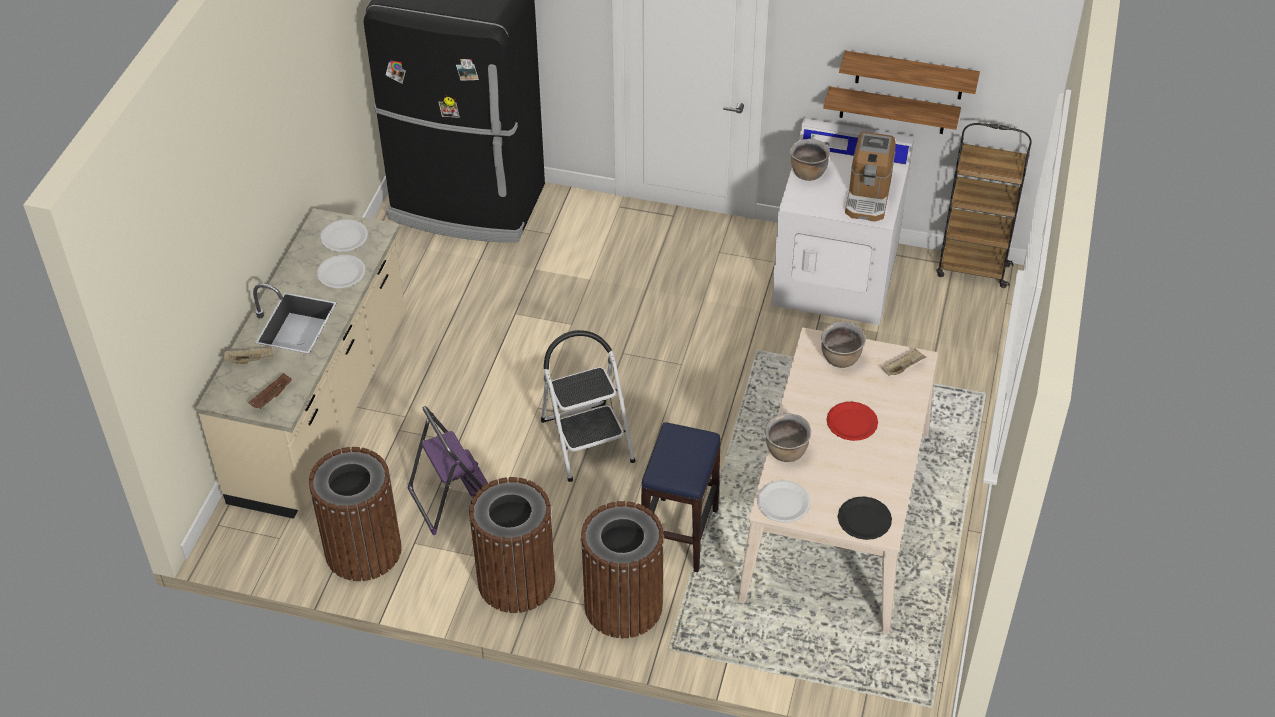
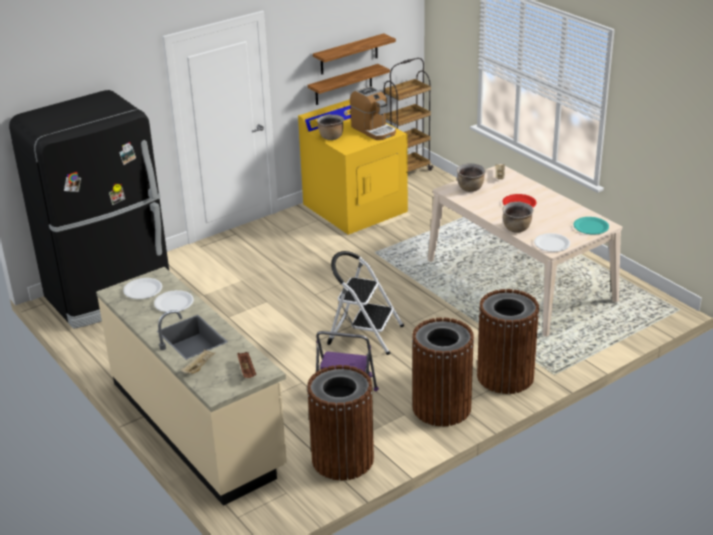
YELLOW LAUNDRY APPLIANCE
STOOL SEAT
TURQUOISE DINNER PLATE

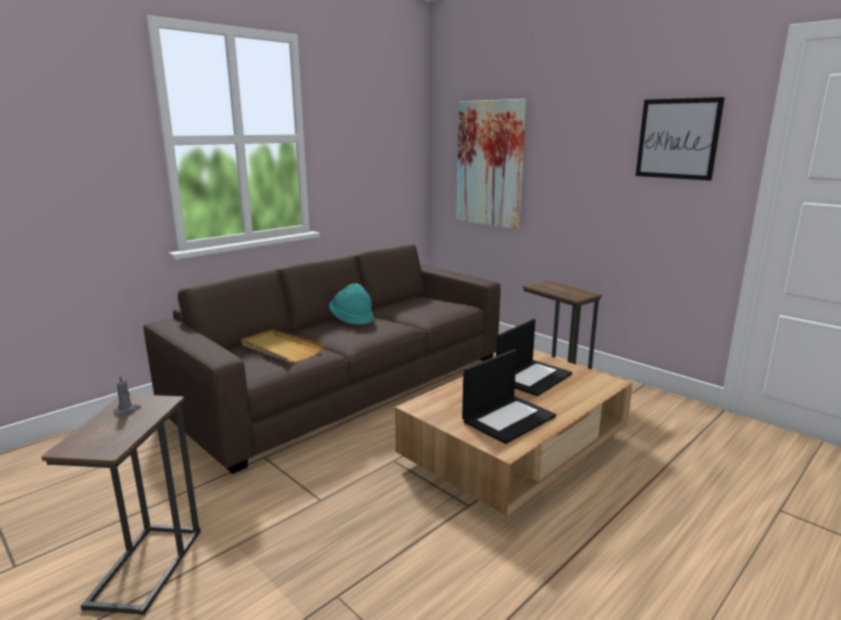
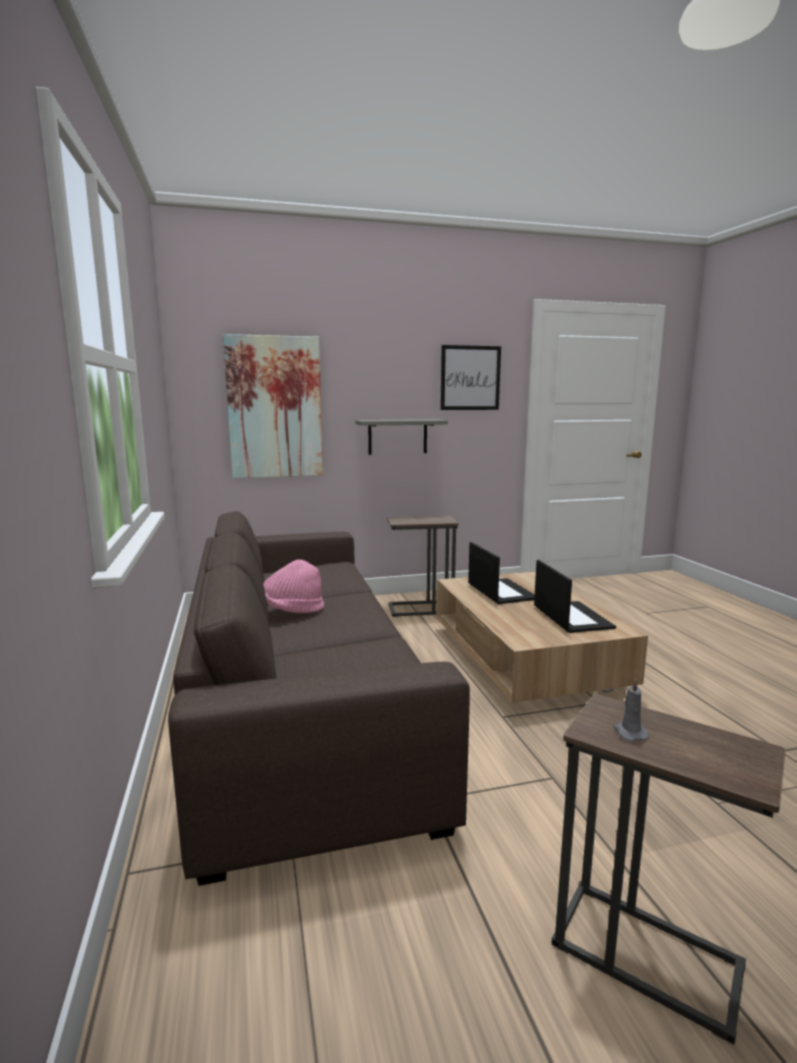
PINK-COLOURED CLOTHING HAT
BEIGE SERVING TRAY
GREYISH WALL SHELF

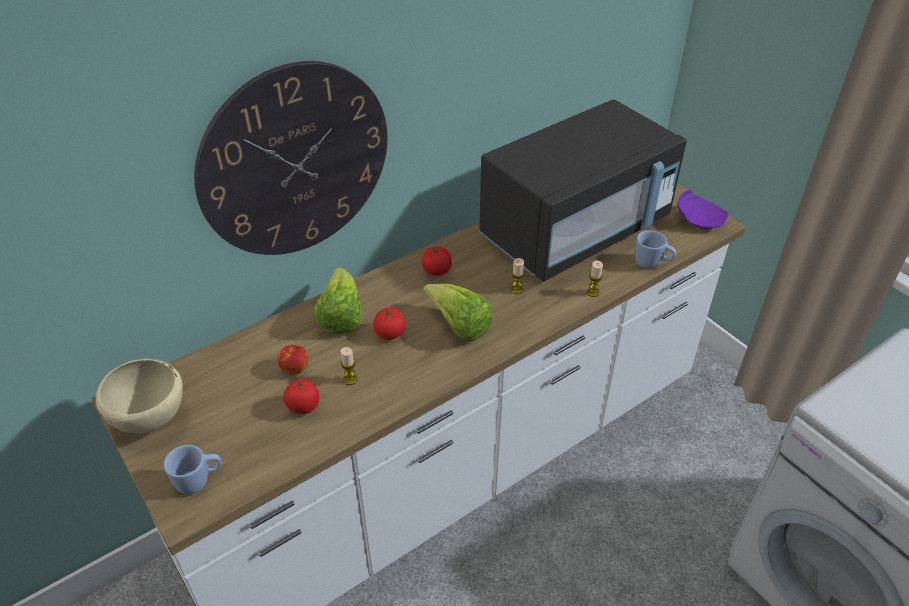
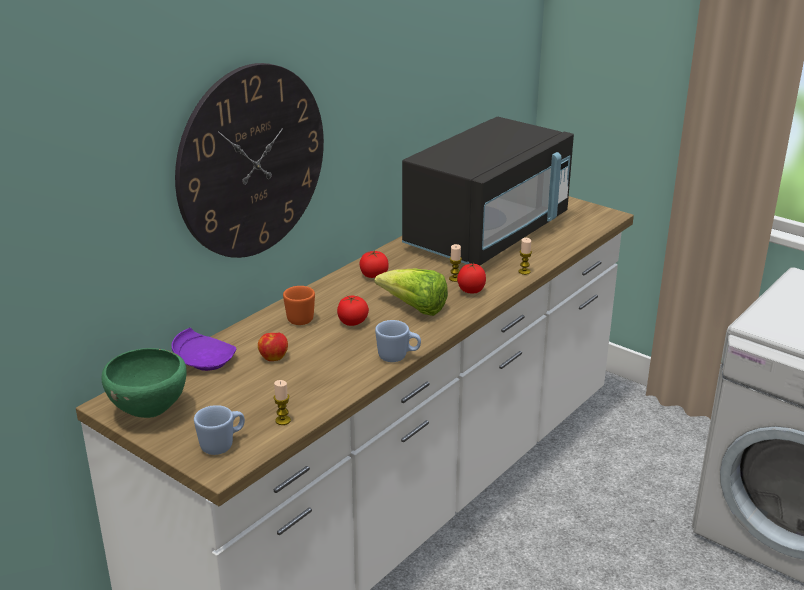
PURPLE DINNER PLATE
BLUISH COFFEE MUG (no. 2 from left)
ORANGE COFFEE MUG
WAX LIGHT (no. 1 from left)
GREEN-COLOURED SERVING BOWL
FRESH TOMATO (no. 3 from left)

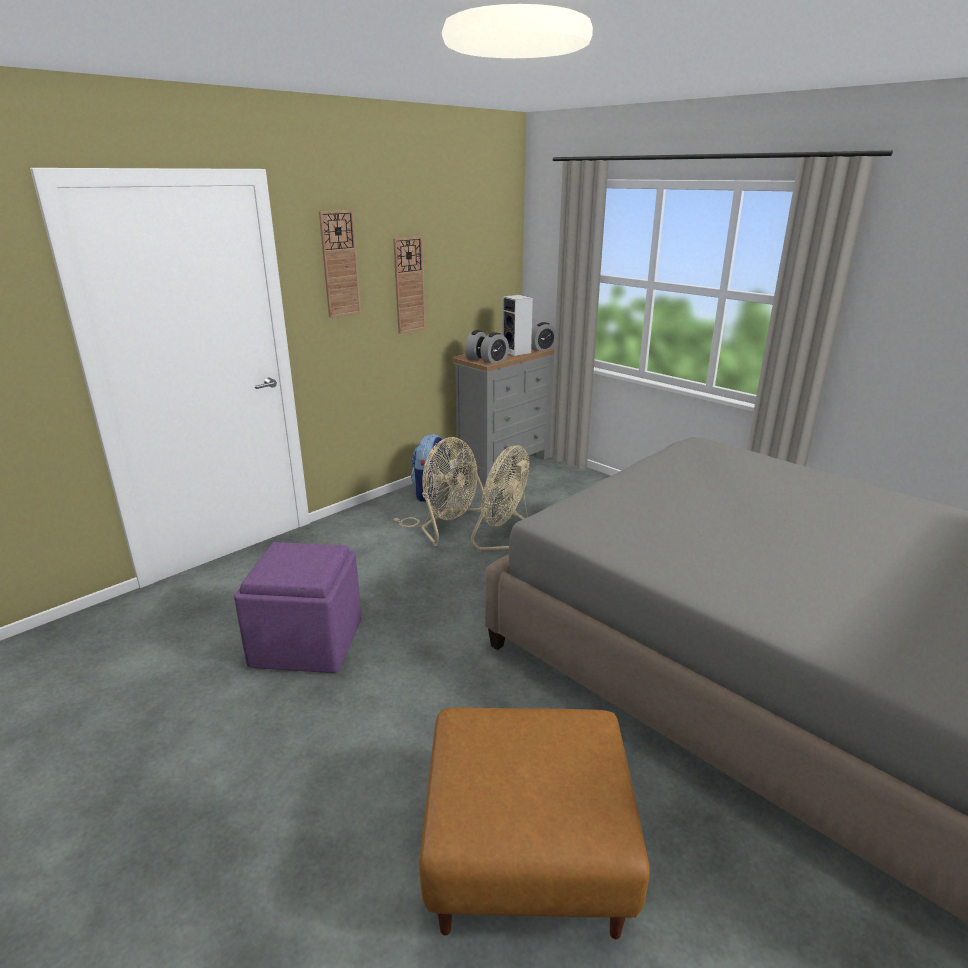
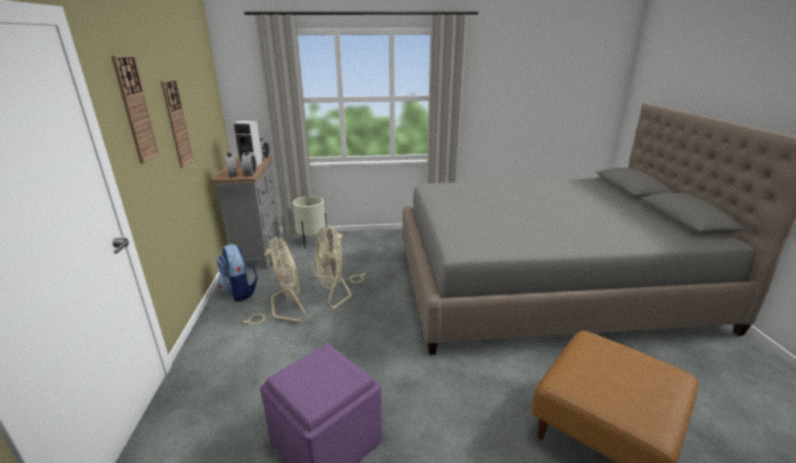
BEIGE PLANTER

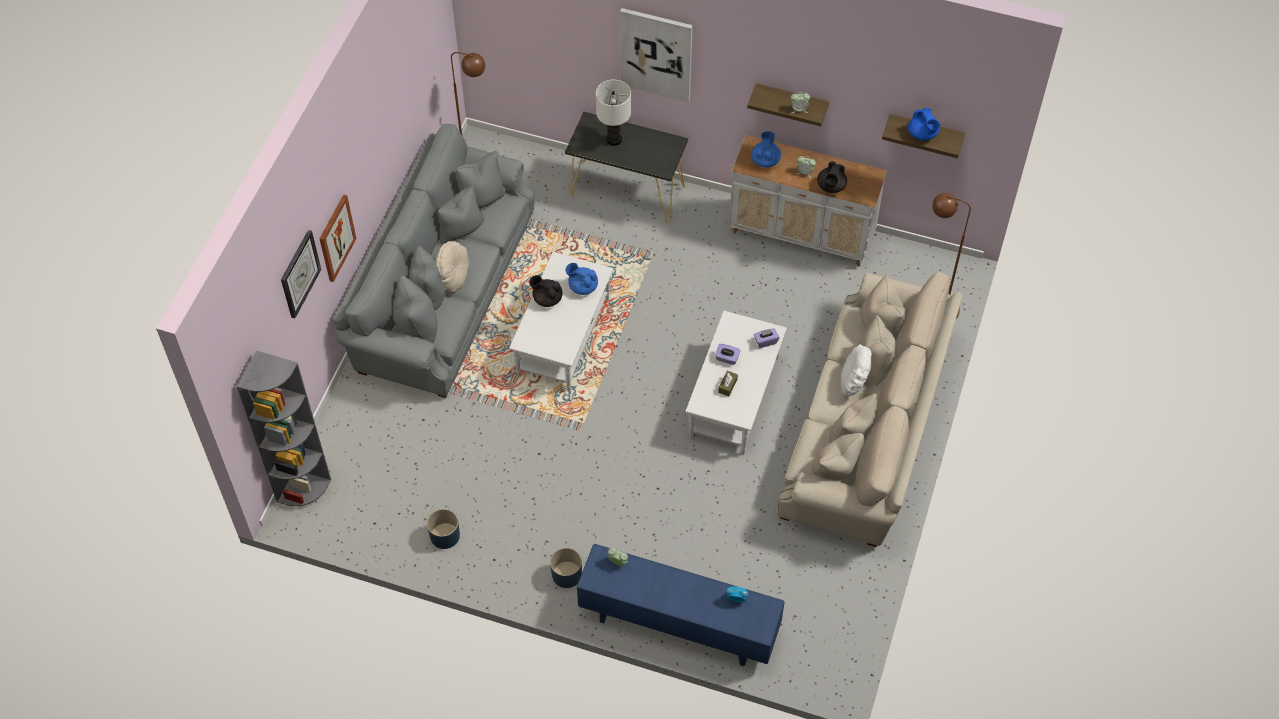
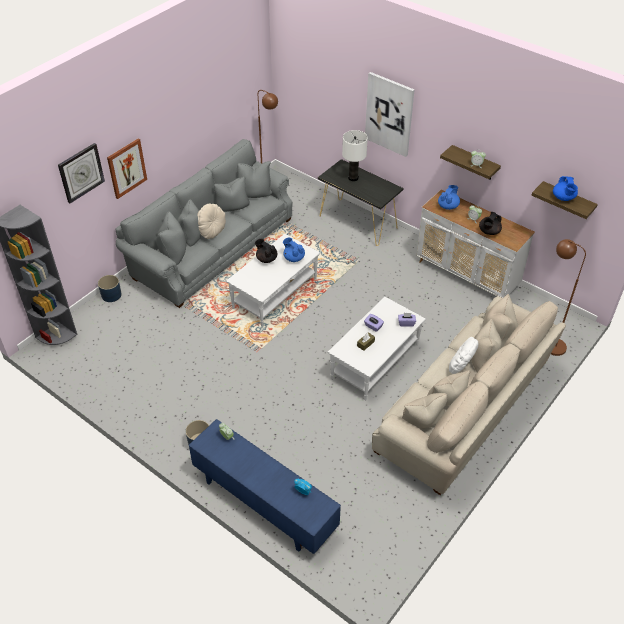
BLUISH PLANTER (no. 1 from left)

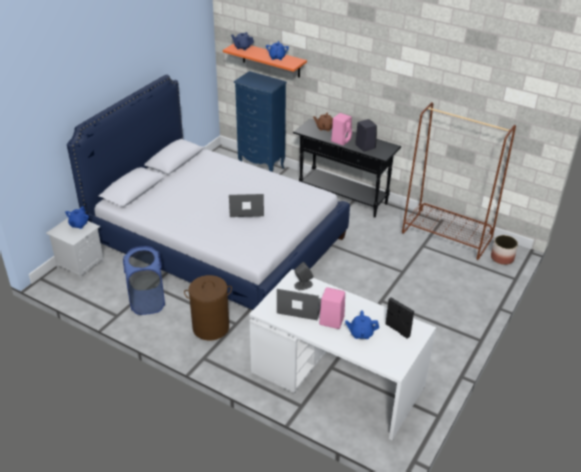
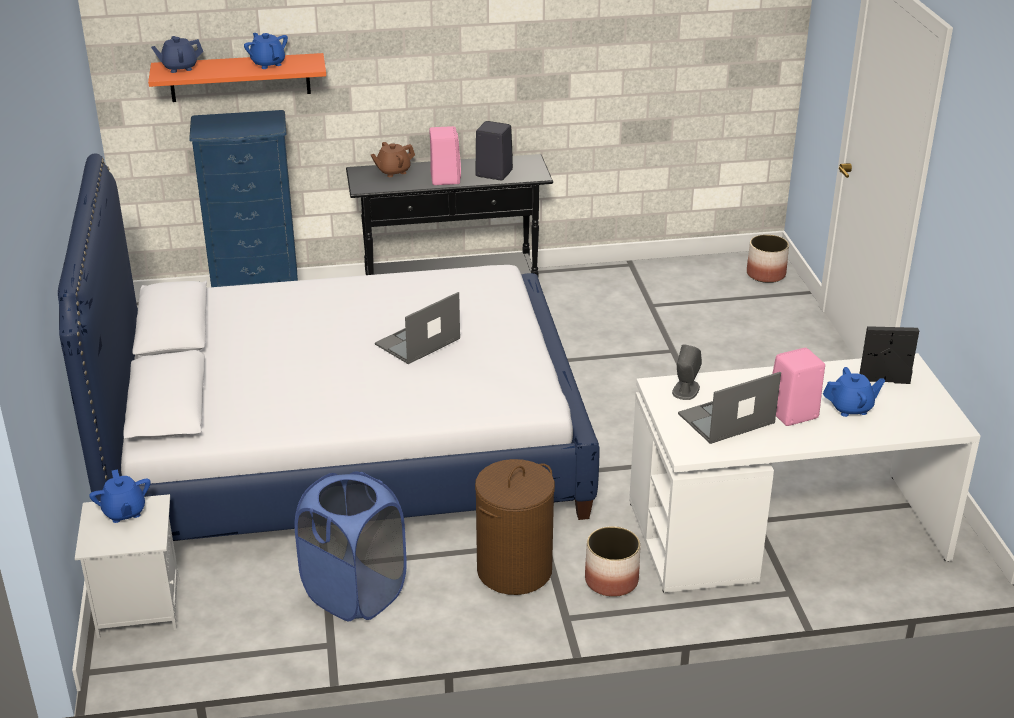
BROWNISH GARMENT STAND
BLUISH POT FOR TEA (no. 4 from left)
PLANTER (no. 1 from left)

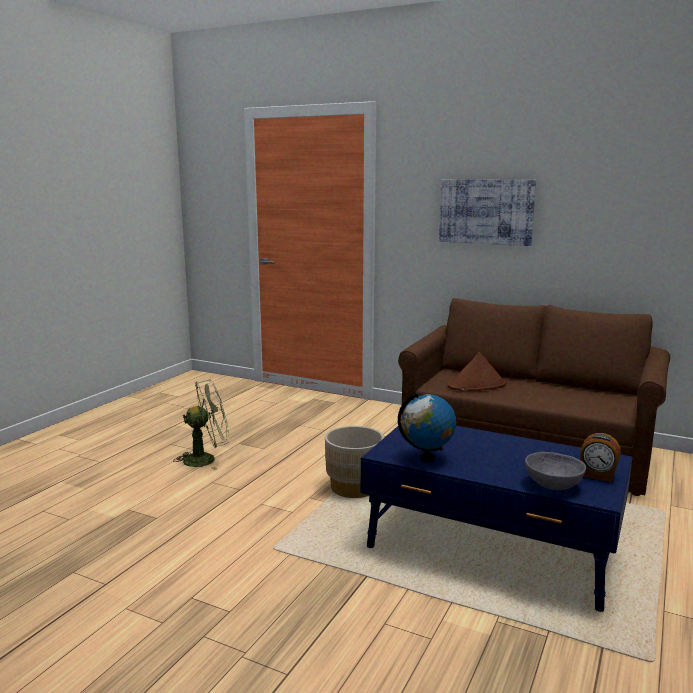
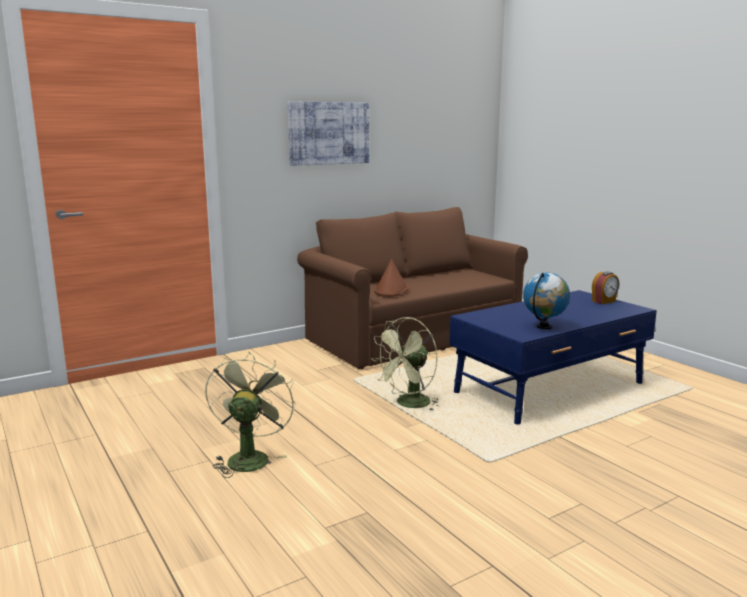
GREEN-COLOURED ELECTRIC FAN (no. 2 from left)
GREYISH SERVING BOWL

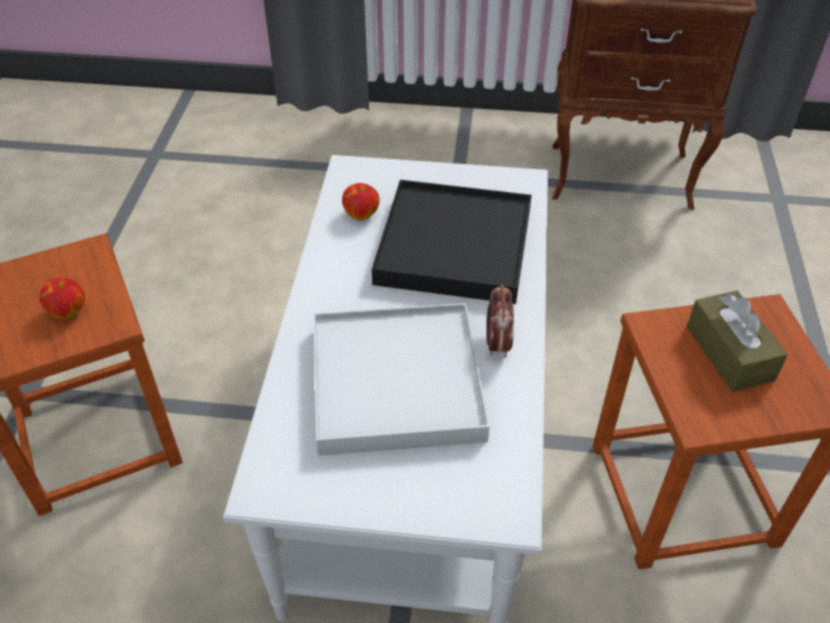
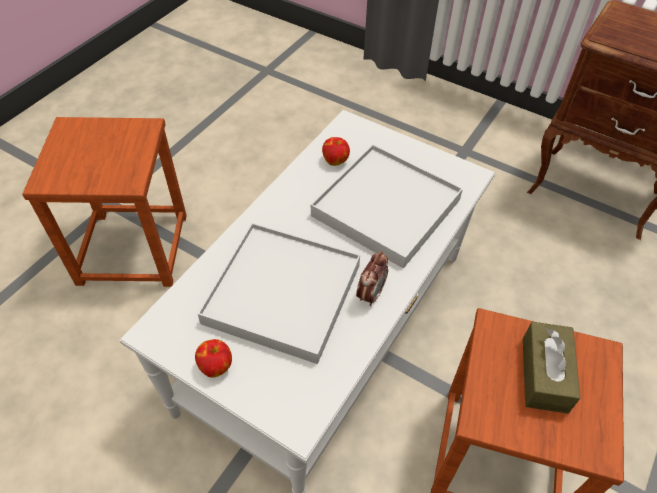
WHITISH SERVING TRAY (no. 2 from left)
APPLE FRUIT (no. 1 from left)

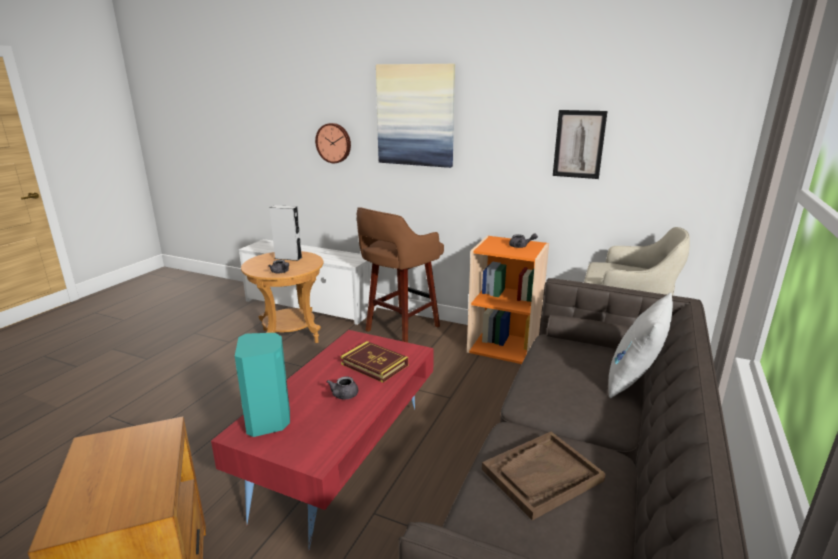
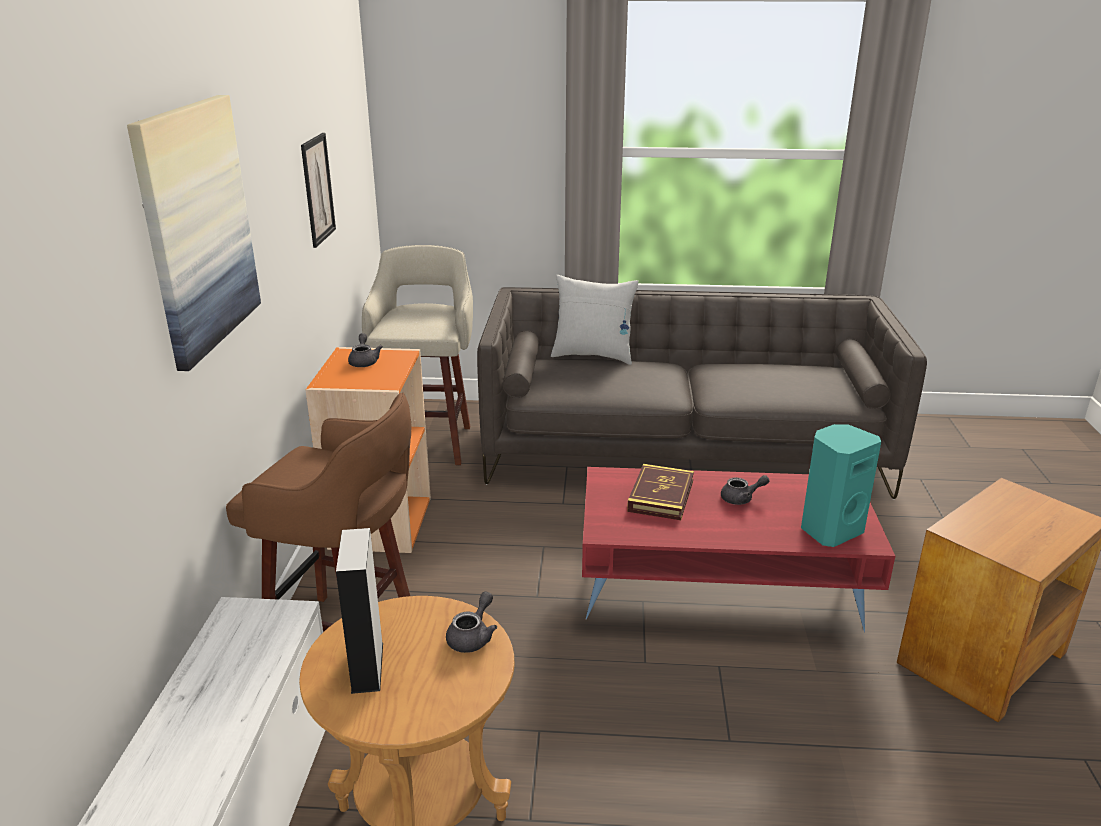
WALL CLOCK
BROWNISH SERVING TRAY

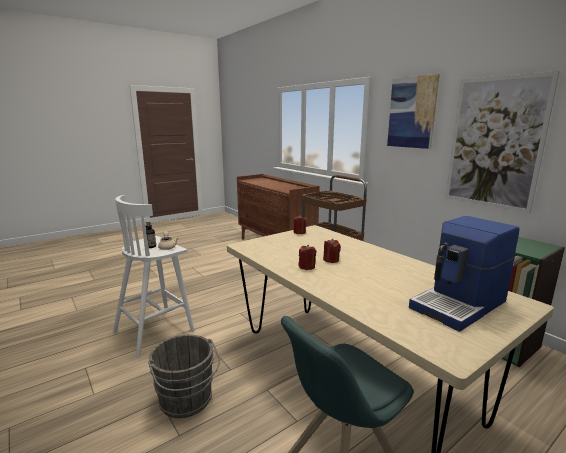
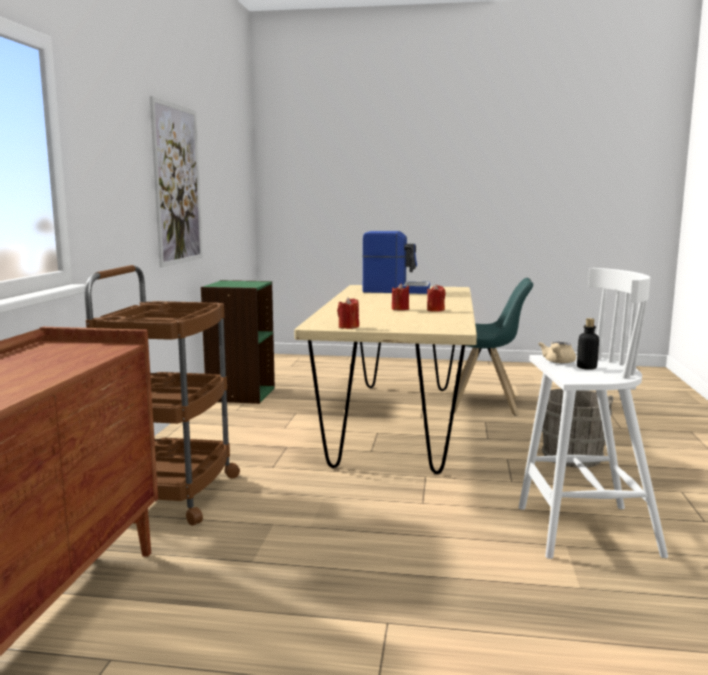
PICTURE (no. 1 from left in the first image)

